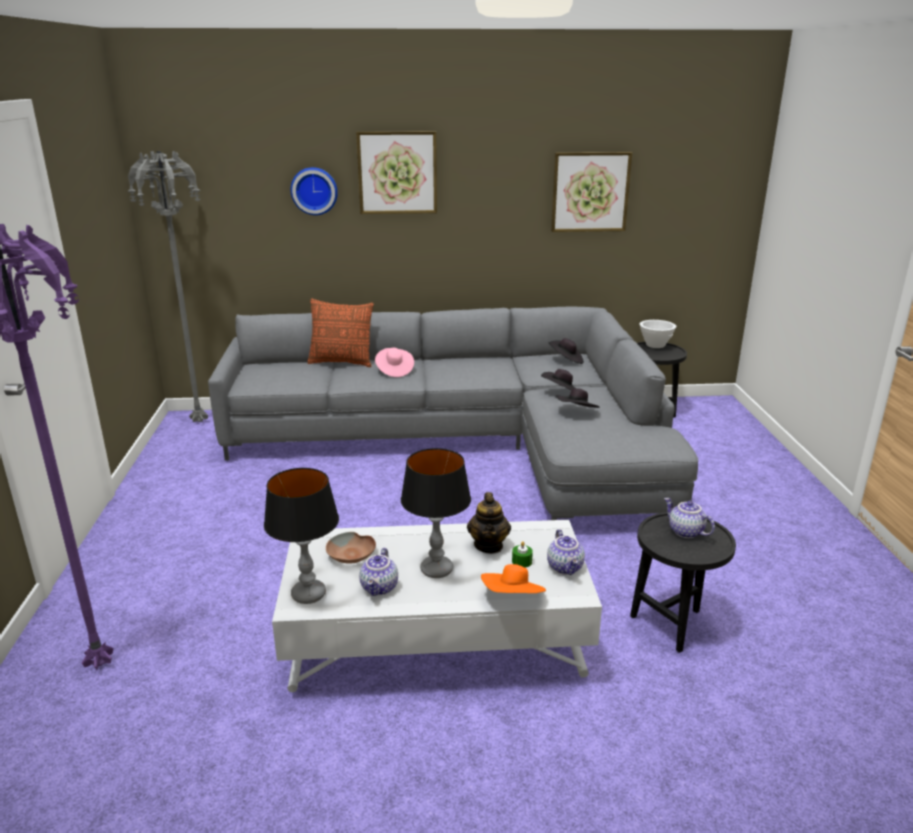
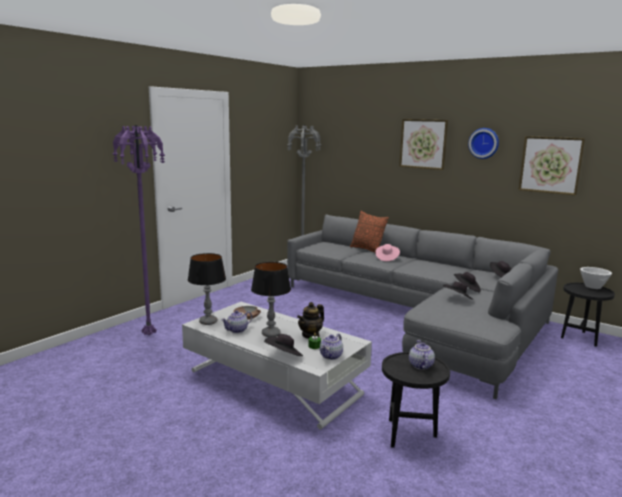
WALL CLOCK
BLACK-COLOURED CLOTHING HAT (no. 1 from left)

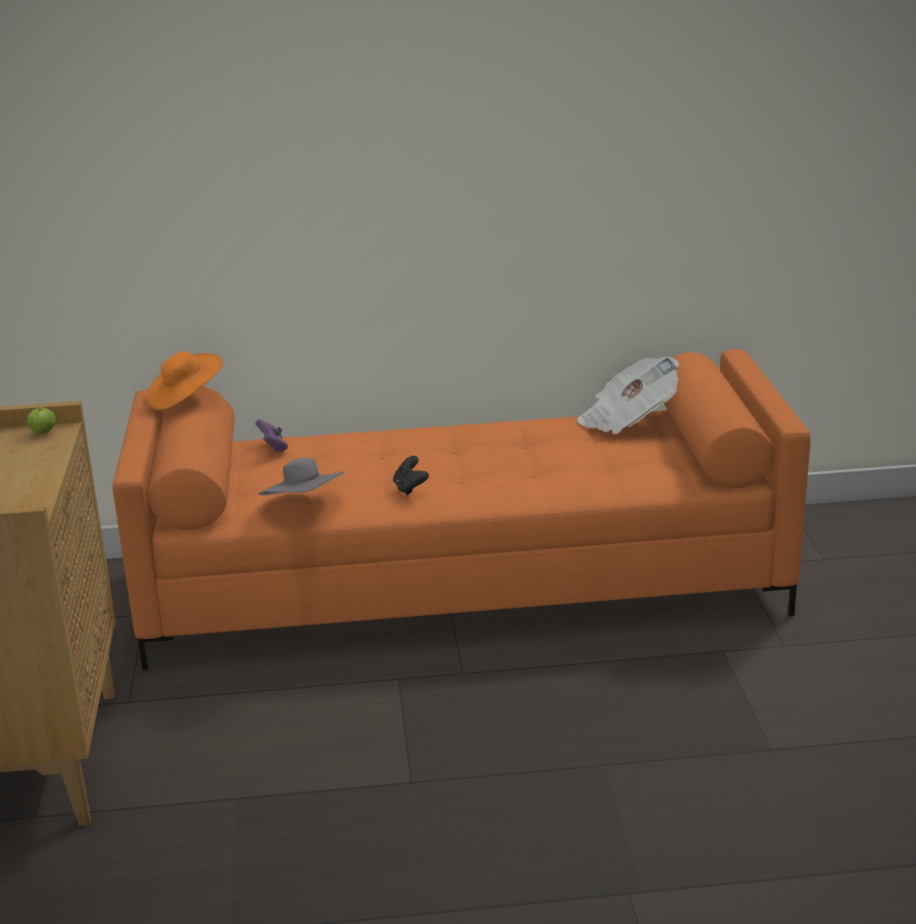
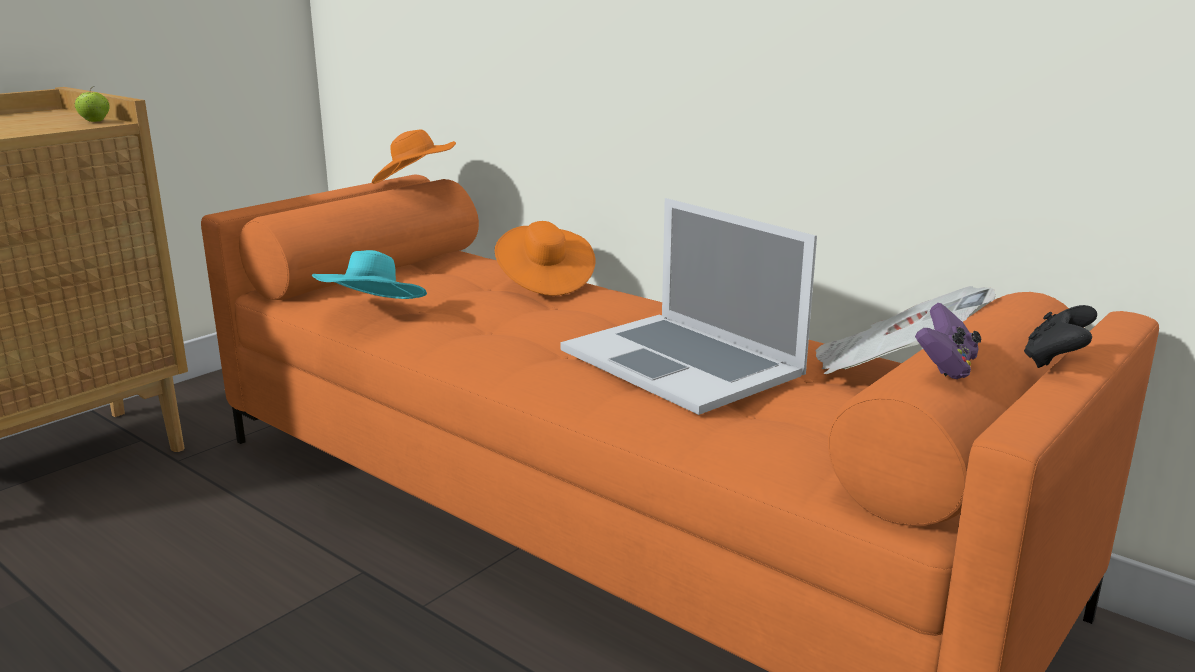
PURPLE GAMEPAD
BLACK-COLOURED GAMEPAD
TURQUOISE CLOTHING HAT
NOTEBOOK COMPUTER
ORANGE CLOTHING HAT (no. 2 from left)

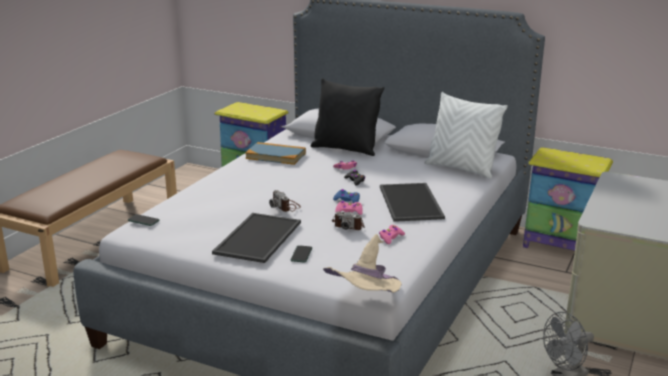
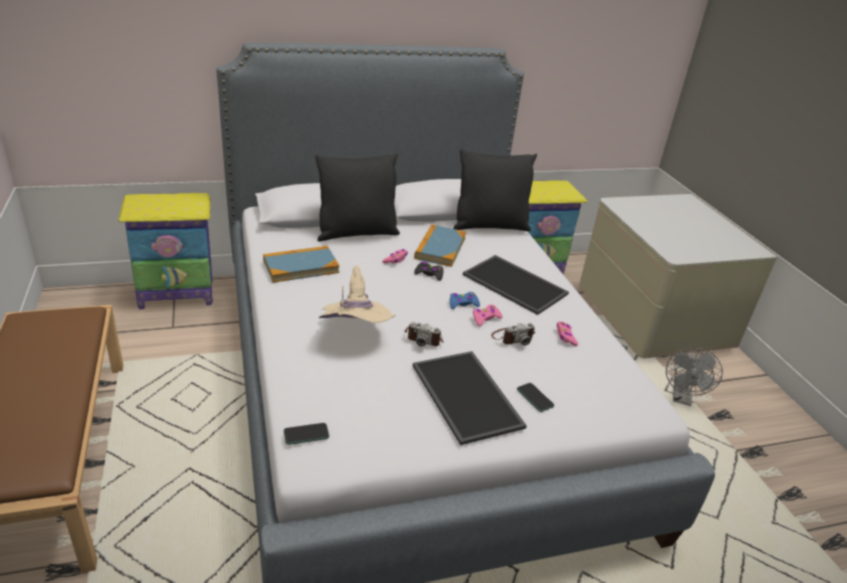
BLACK-COLOURED THROW PILLOW (no. 2 from left)
BEIGE CLOTHING HAT
VOLUME (no. 2 from left)

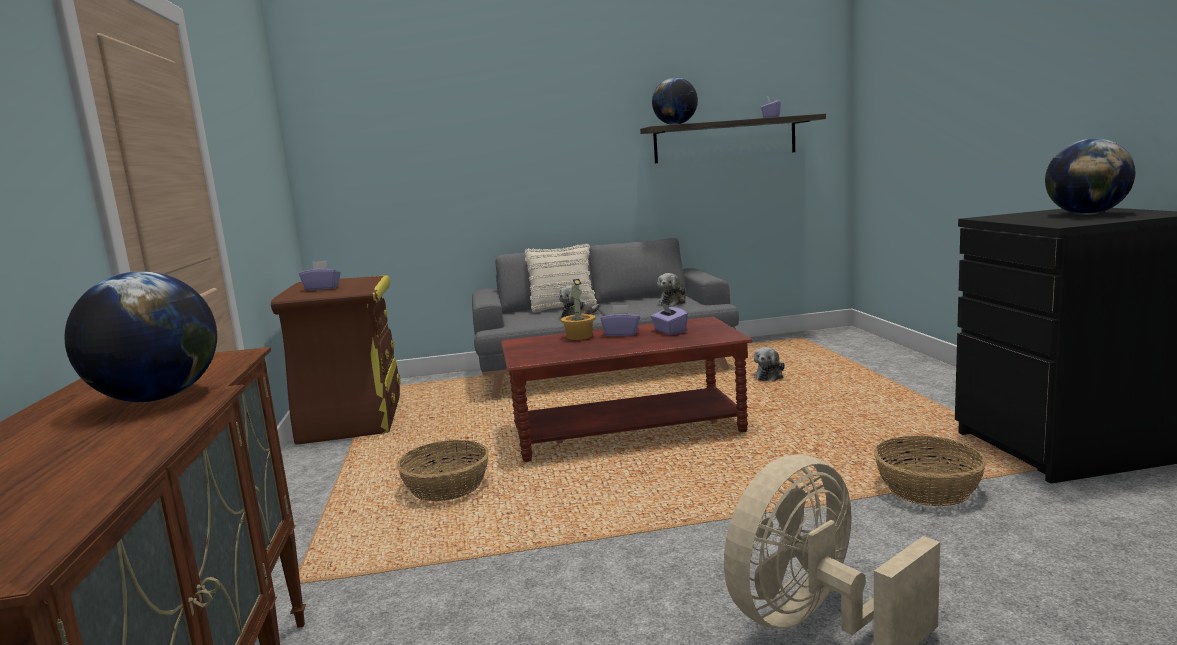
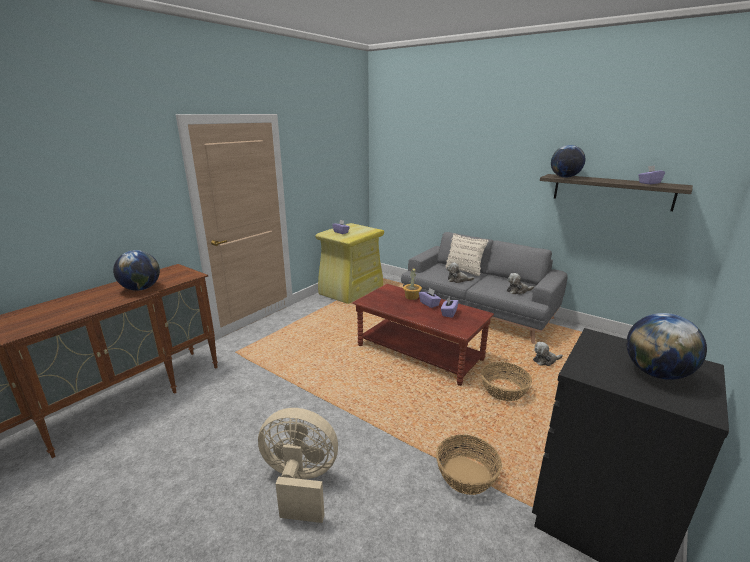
YELLOW BEDSIDE TABLE
STORAGE BASKET (no. 2 from left)

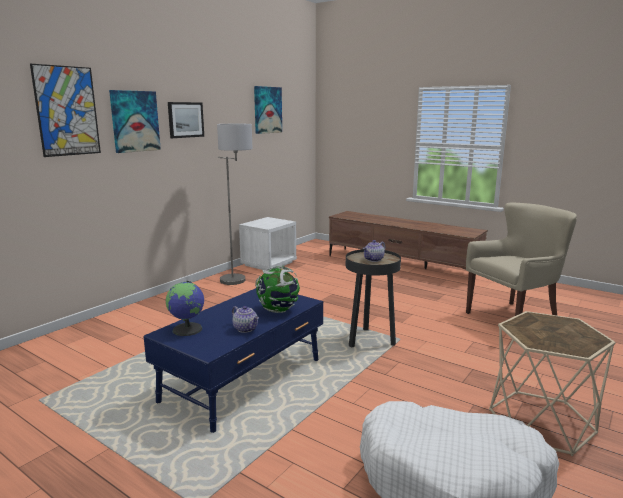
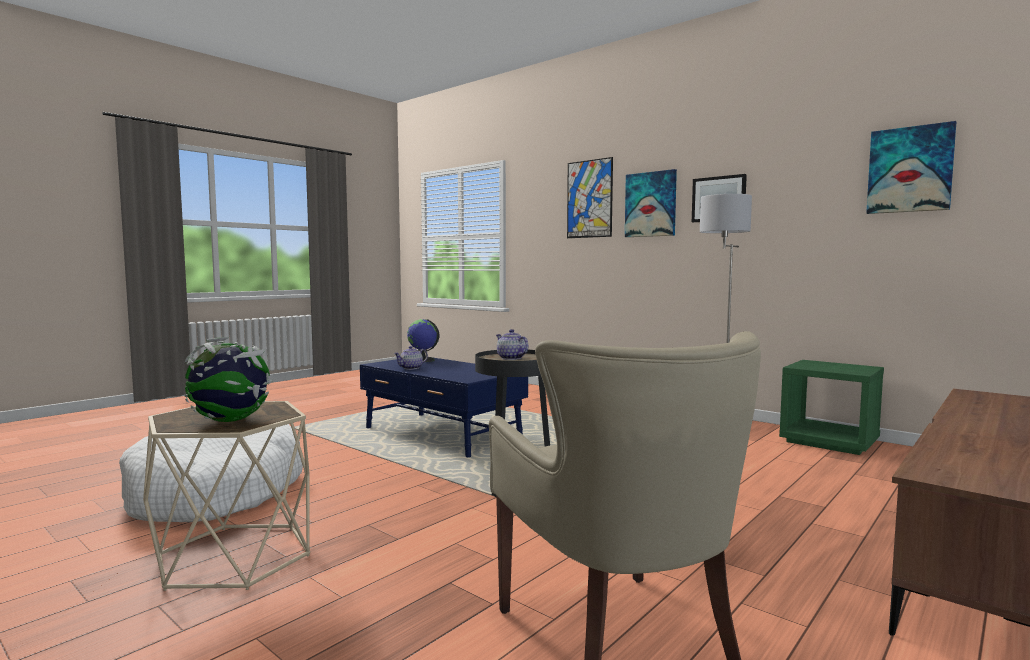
GREEN-COLOURED BEDSIDE TABLE
DESK GLOBE (no. 1 from left)

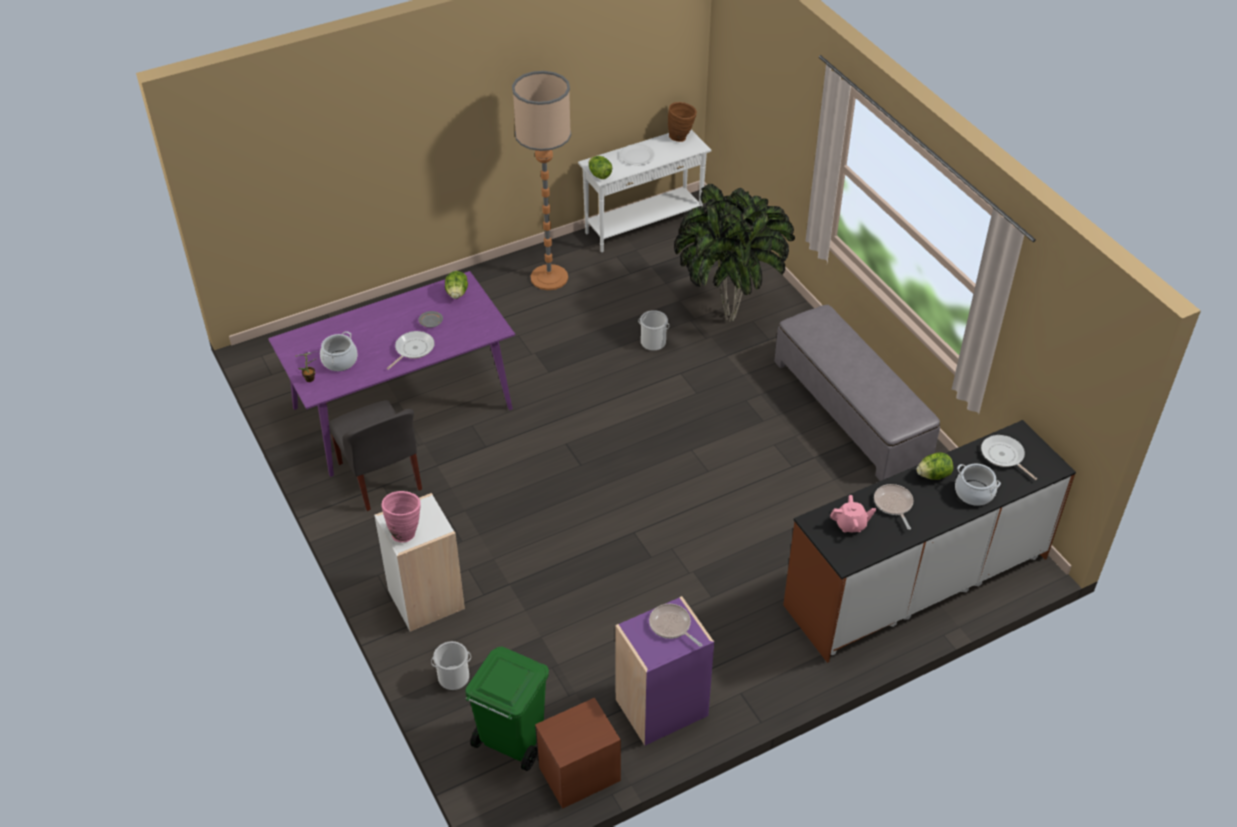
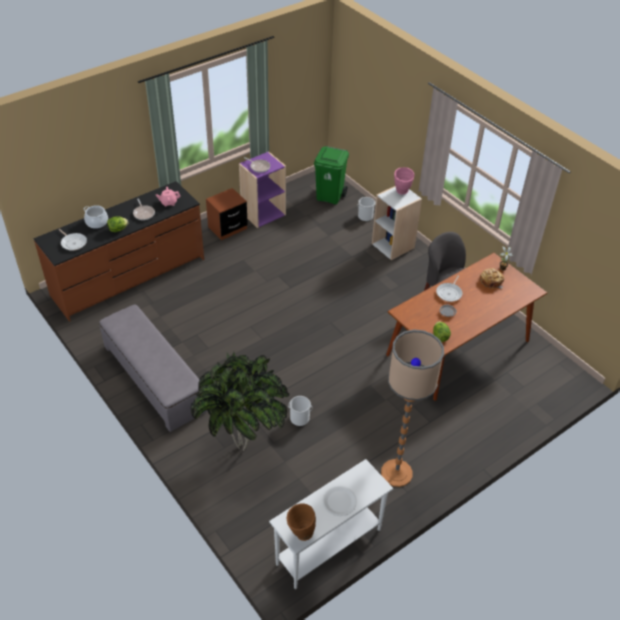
LETTUCE (no. 2 from left in the first image)
BROWNISH DINING TABLE
BREAD
BROWNISH BEDSIDE TABLE

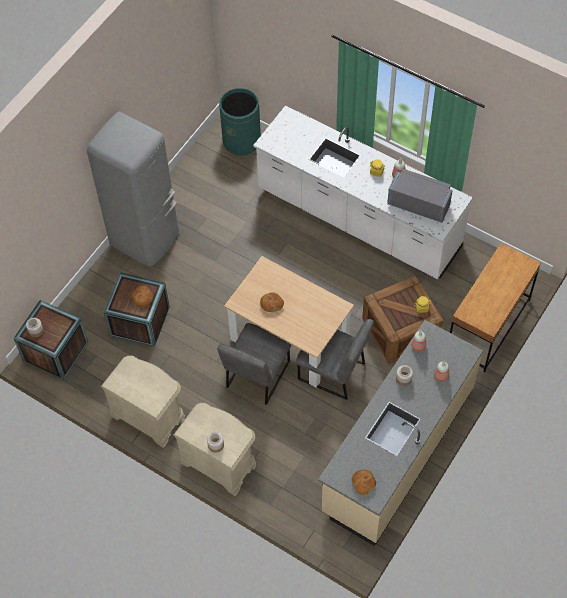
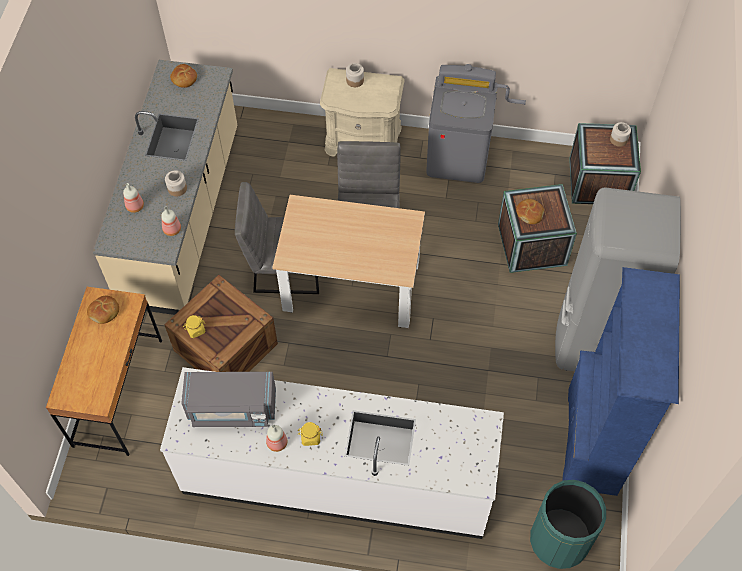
BREAD (no. 1 from left)
GREYISH LAUNDRY APPLIANCE
BLUISH SHELVING UNIT

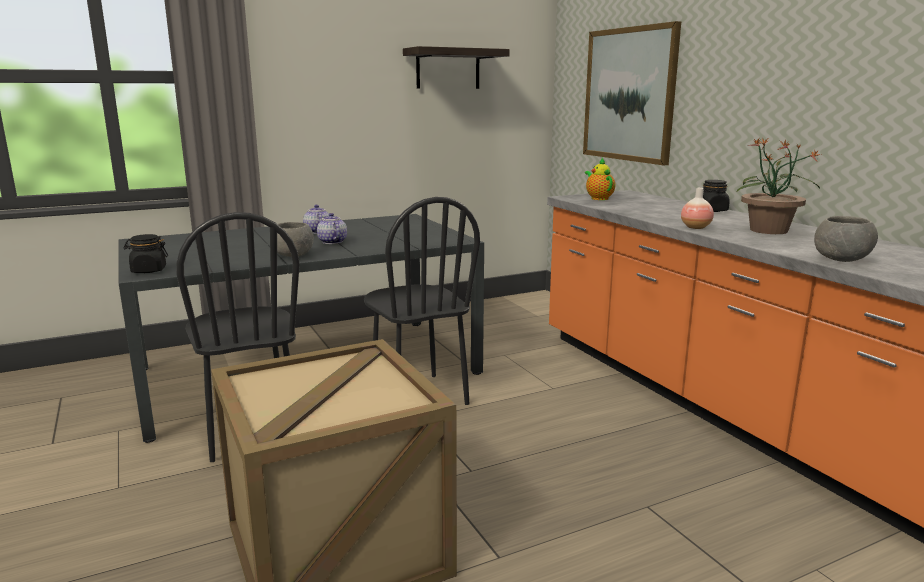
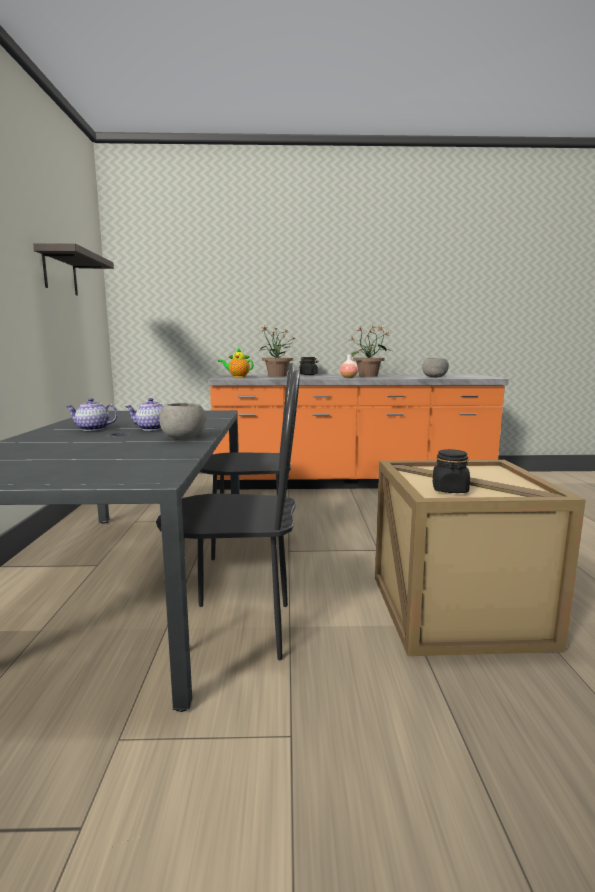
PICTURE
BLACK-COLOURED STORAGE JAR (no. 2 from left)
POTTED PLANT (no. 1 from left)

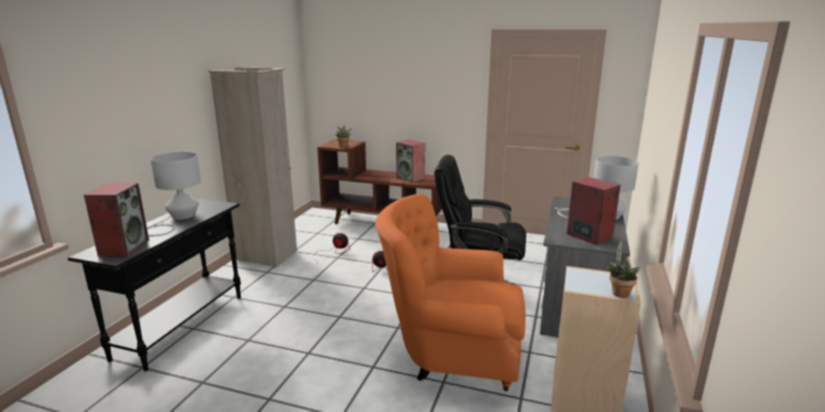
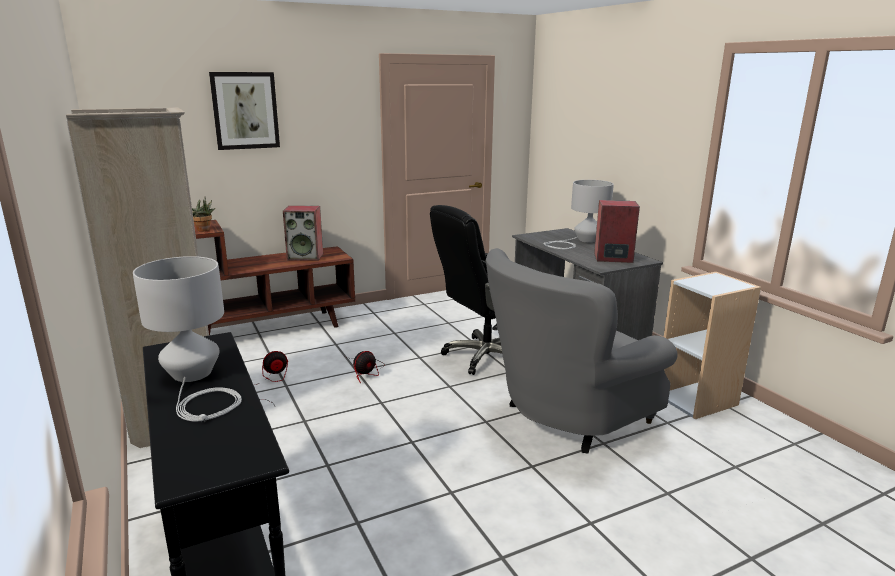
AUDIO SPEAKER (no. 1 from left in the first image)
GREYISH EASY CHAIR
POTTED PLANT (no. 2 from left in the first image)
PICTURE

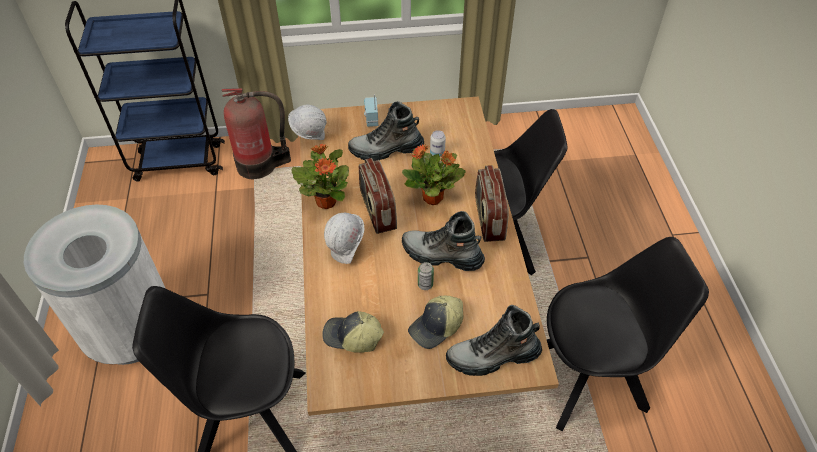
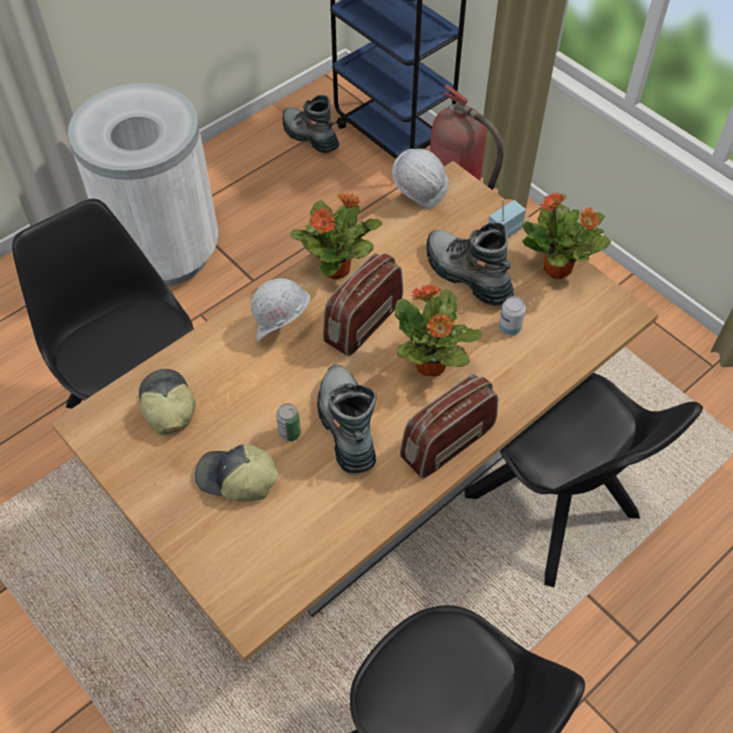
BOOT (no. 1 from left)
POTTED PLANT (no. 3 from left)

